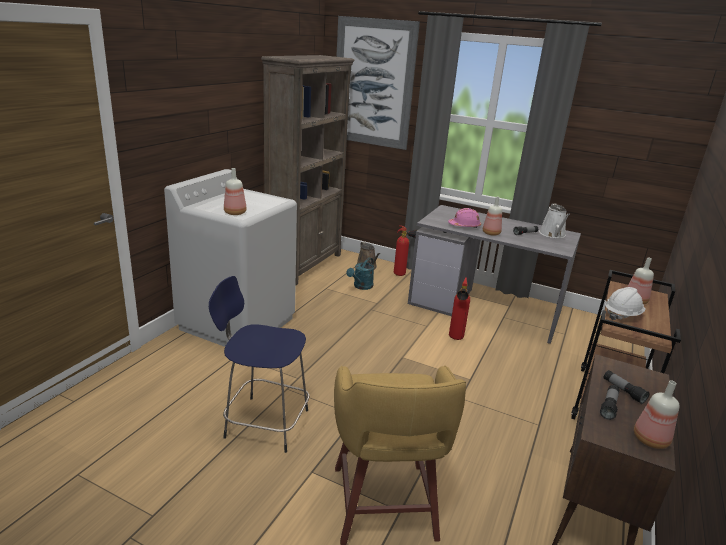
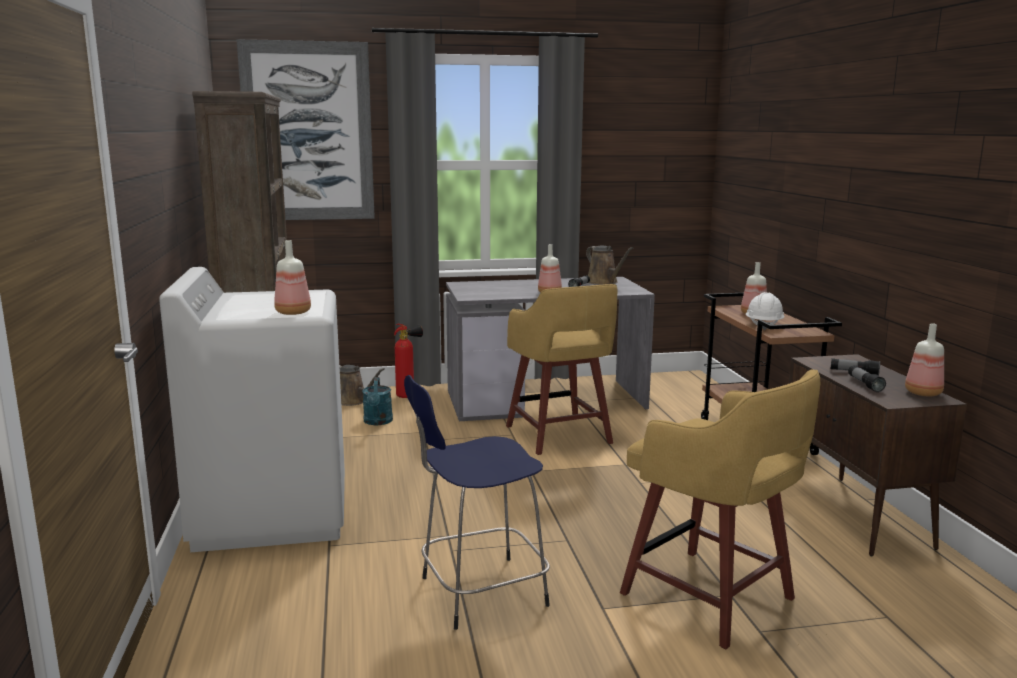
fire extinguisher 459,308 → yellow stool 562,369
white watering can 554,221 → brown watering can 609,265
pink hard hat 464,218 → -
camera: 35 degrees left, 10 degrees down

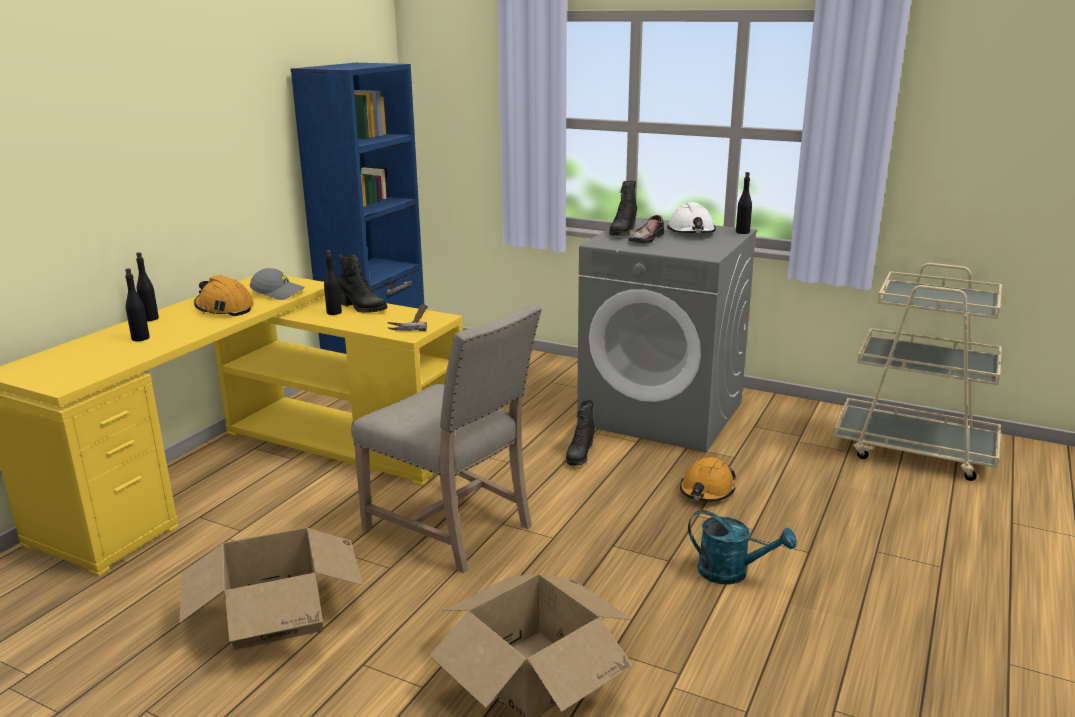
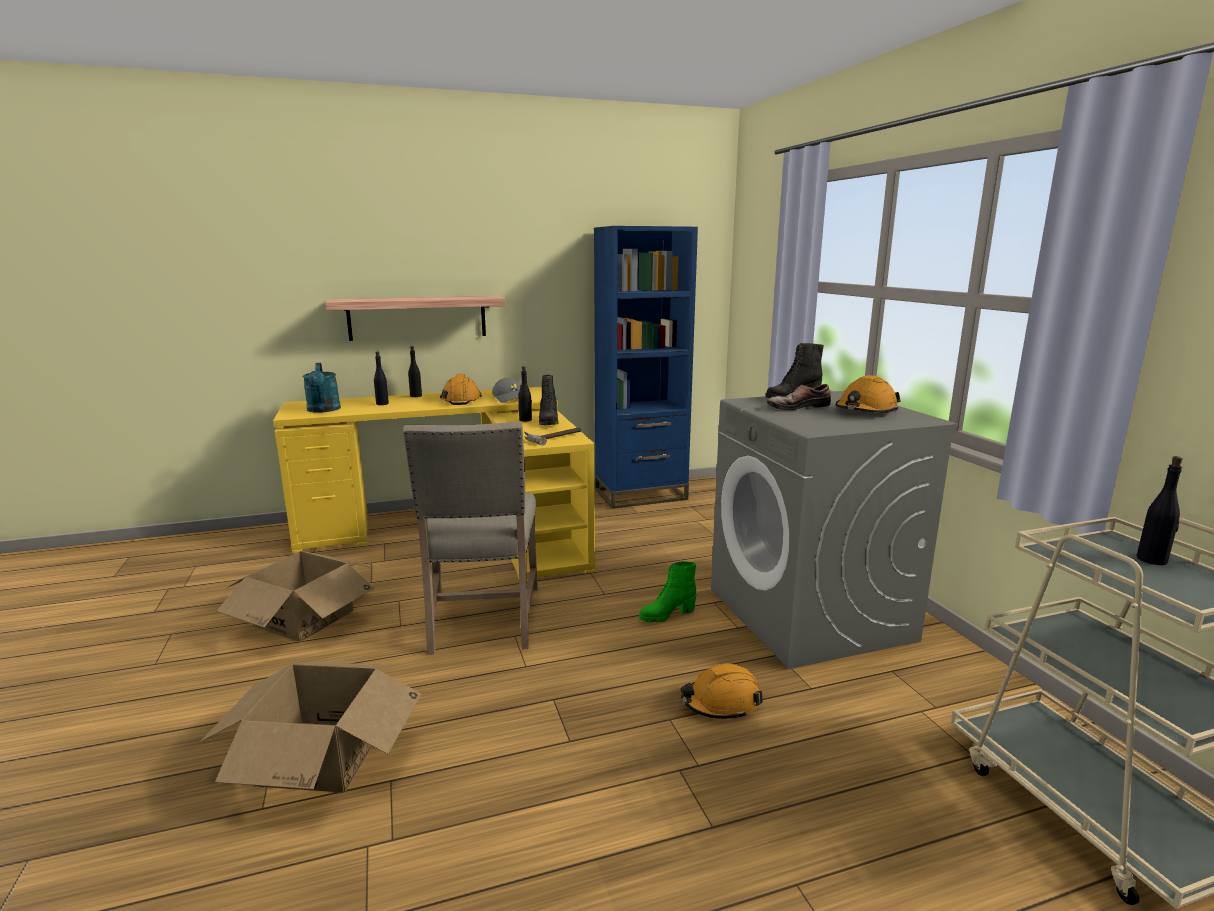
turquoise watering can 742,547 → turquoise watering can 322,388, shifted
- → shelf 415,318
black boot 580,433 → green boot 668,591
white hard hat 691,217 → orange hard hat 868,394
black bottle 744,203 → black bottle 1159,510, shifted
camera: 45 degrees right, 5 degrees down

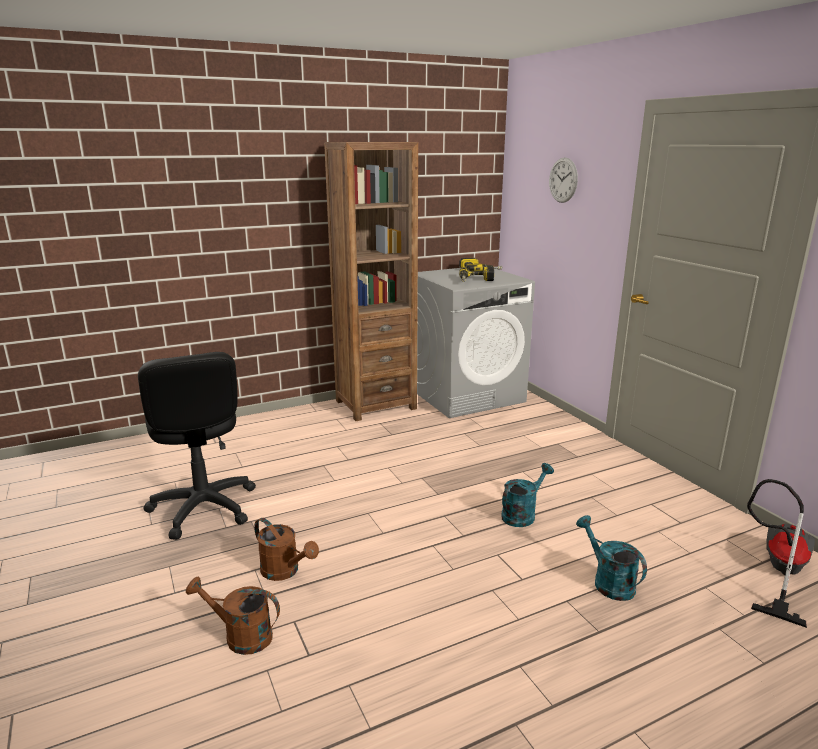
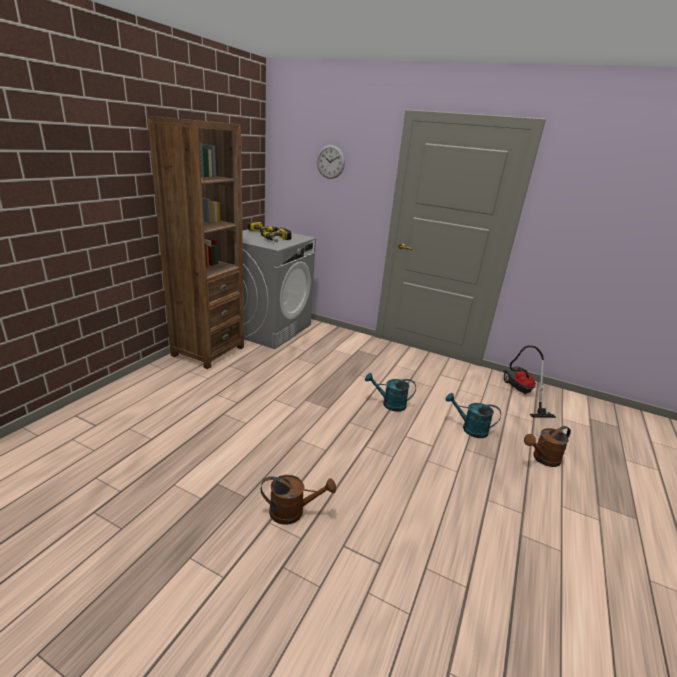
turquoise watering can 527,495 → turquoise watering can 390,392, 90 degrees counterclockwise
brown watering can 233,616 → brown watering can 547,446, shifted
black office chair 197,446 → -
camera: 40 degrees left, 5 degrees up

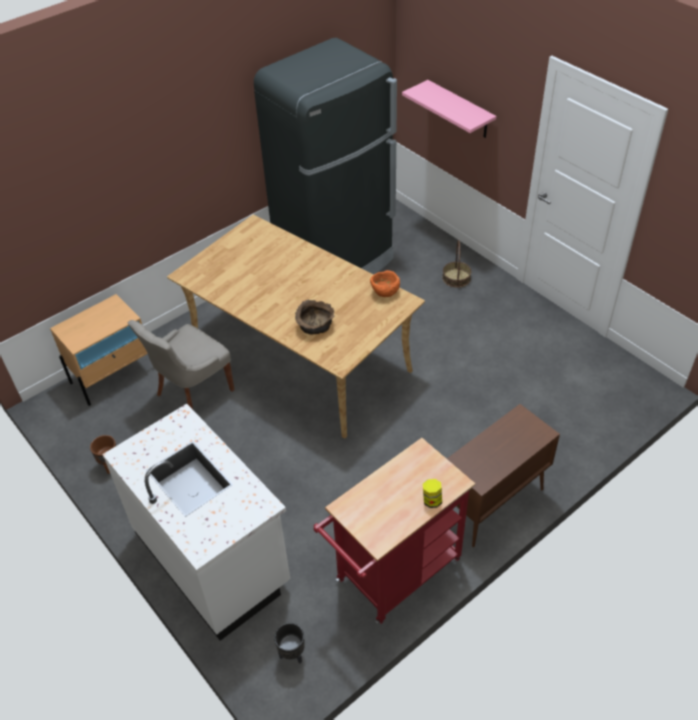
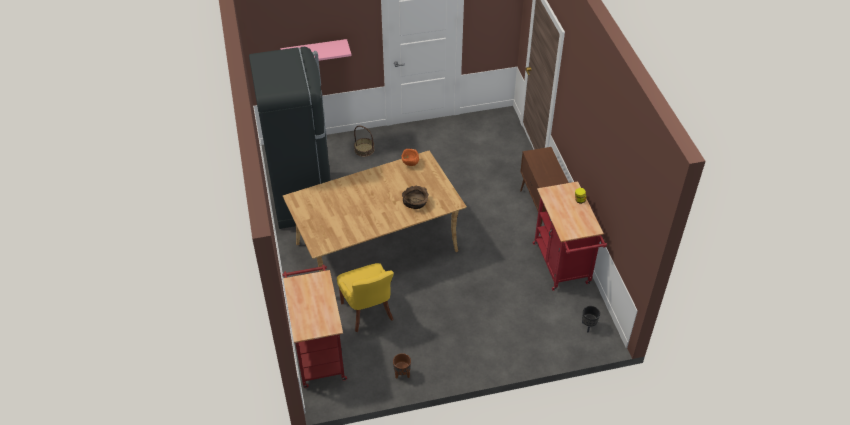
beige nightstand 99,350 → red cart 314,326
grey chair 181,364 → yellow chair 365,297
white counter 196,522 → -
camera: 65 degrees left, 0 degrees up

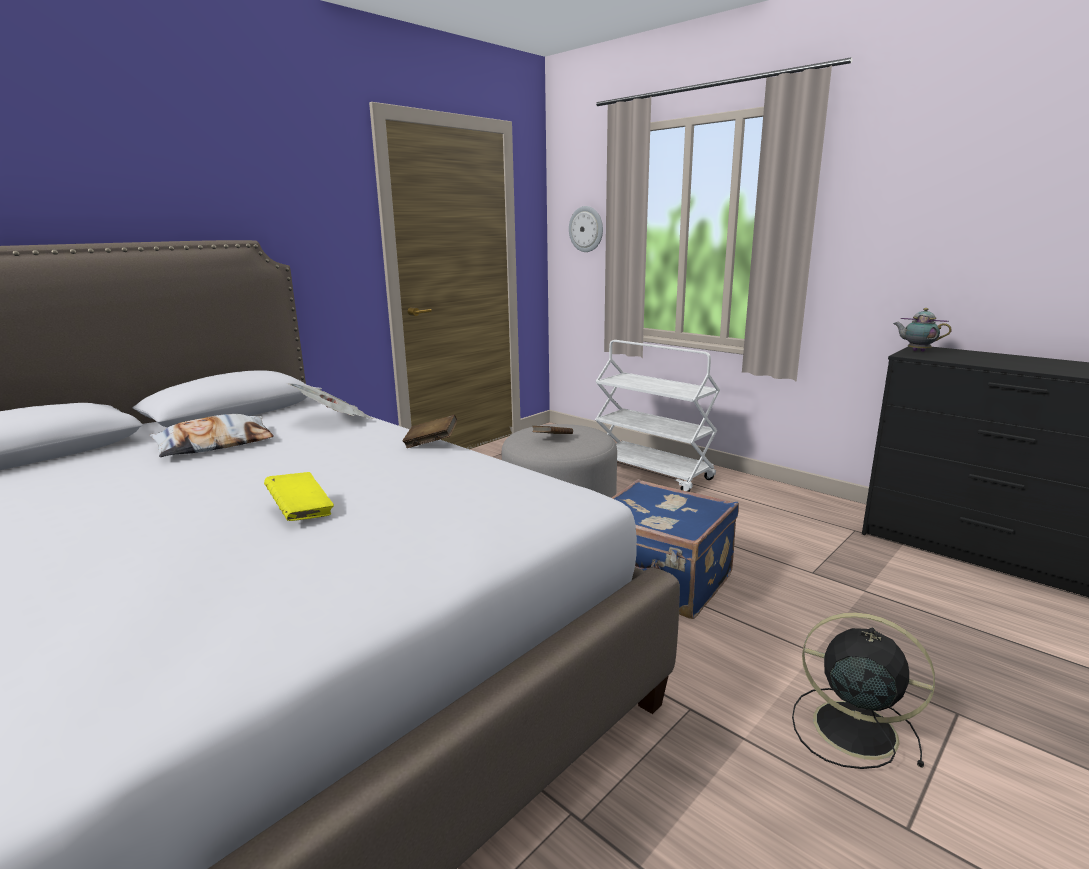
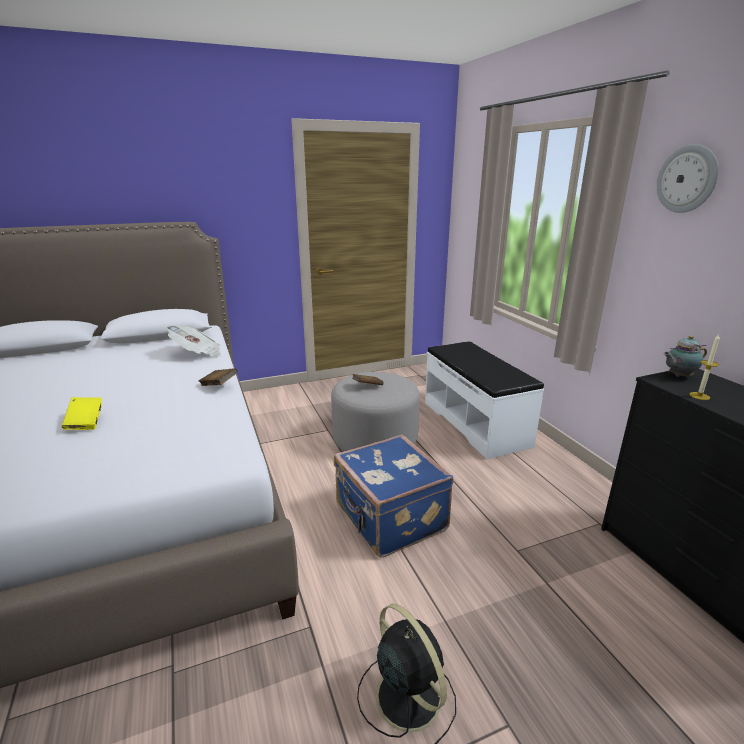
white cart 657,416 → white bench 484,400
wall clock 586,229 → wall clock 687,178, shifted
teapot 922,330 → teapot 685,356, 75 degrees counterclockwise
- → candle 704,367
pillow 211,435 → -
camera: 25 degrees right, 5 degrees up

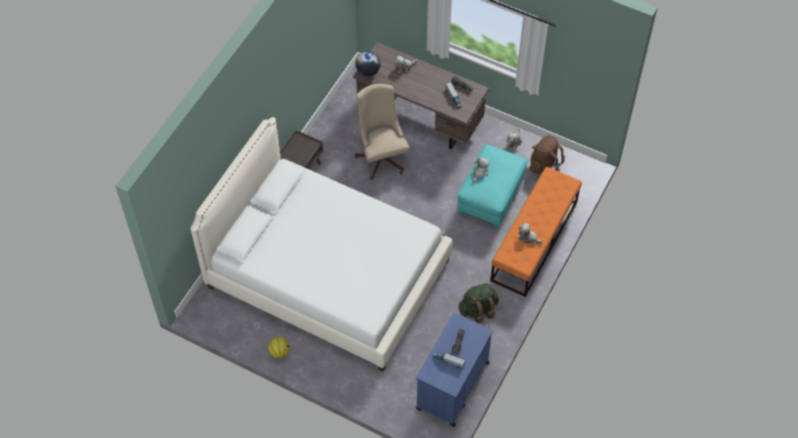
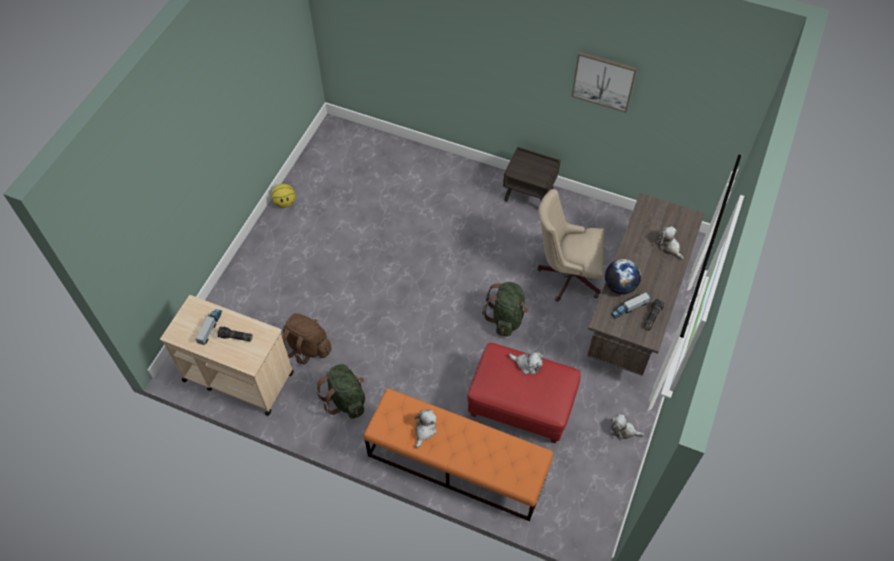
blue cart 454,369 → beige cart 226,355
brown backpack 547,154 → brown backpack 307,339, shifted
turquoise ottoman 492,186 → red ottoman 524,393
- → green backpack 505,309
beige office chair 382,132 → beige office chair 570,245, 150 degrees counterclockwise
- → picture 604,82
globe 367,64 → globe 623,276, shifted
white bed 321,244 → -
camera: 85 degrees right, 0 degrees up

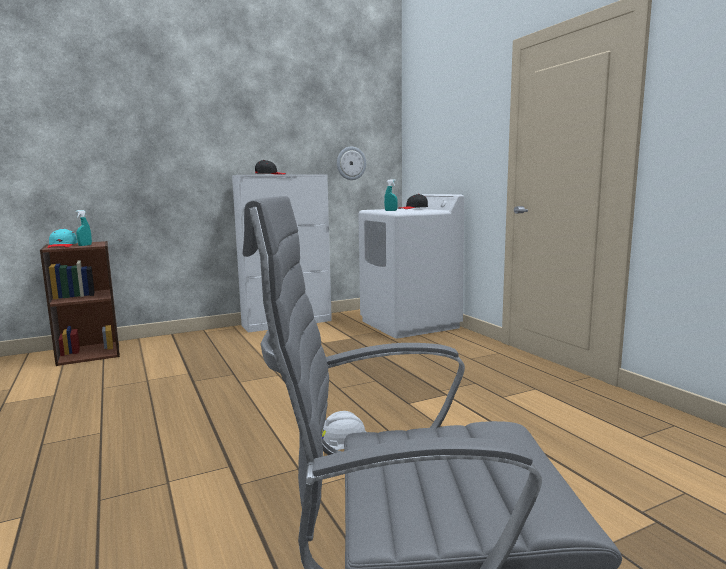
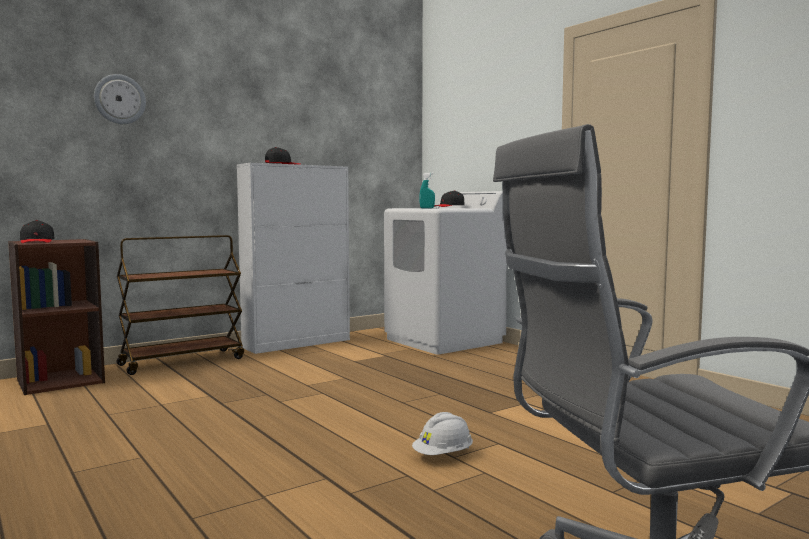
turquoise cap 62,238 → black cap 37,231
wall clock 351,163 → wall clock 120,99, shifted
- → brown cart 180,305
turquoise spray bottle 83,228 → -
camera: 10 degrees left, 5 degrees down

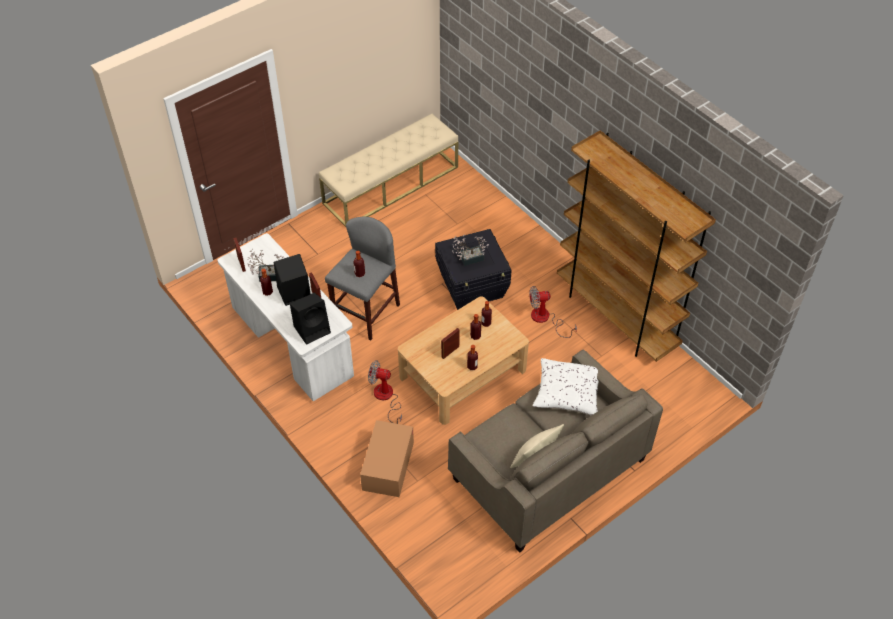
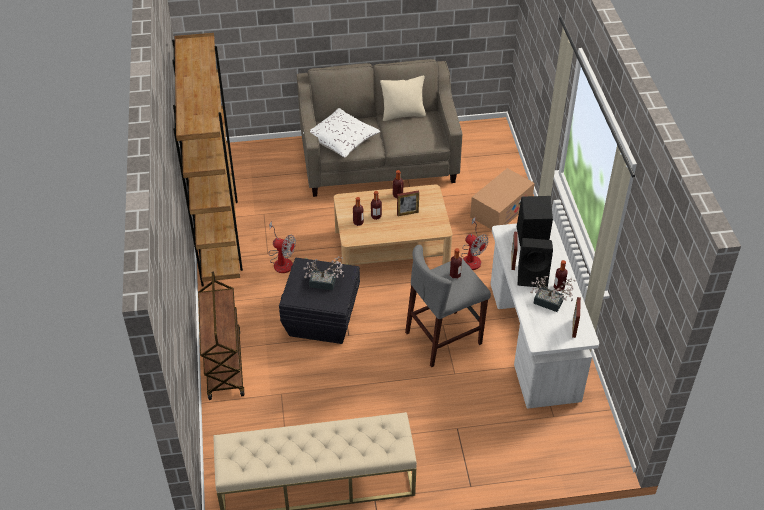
- → brown cart 221,336
camera: 150 degrees left, 5 degrees down

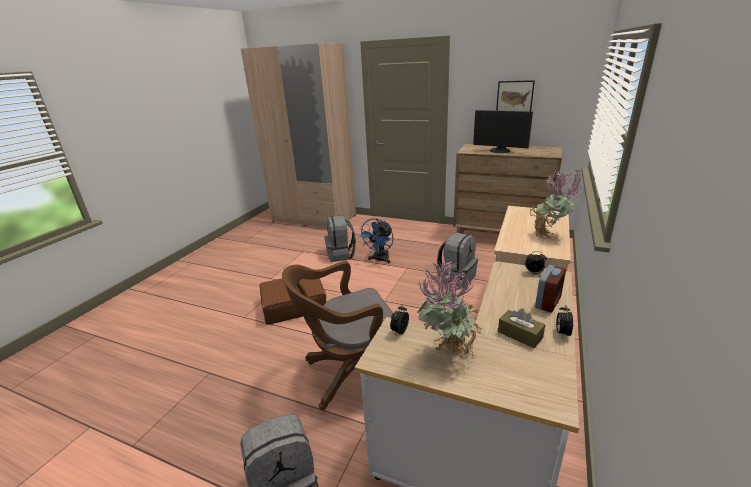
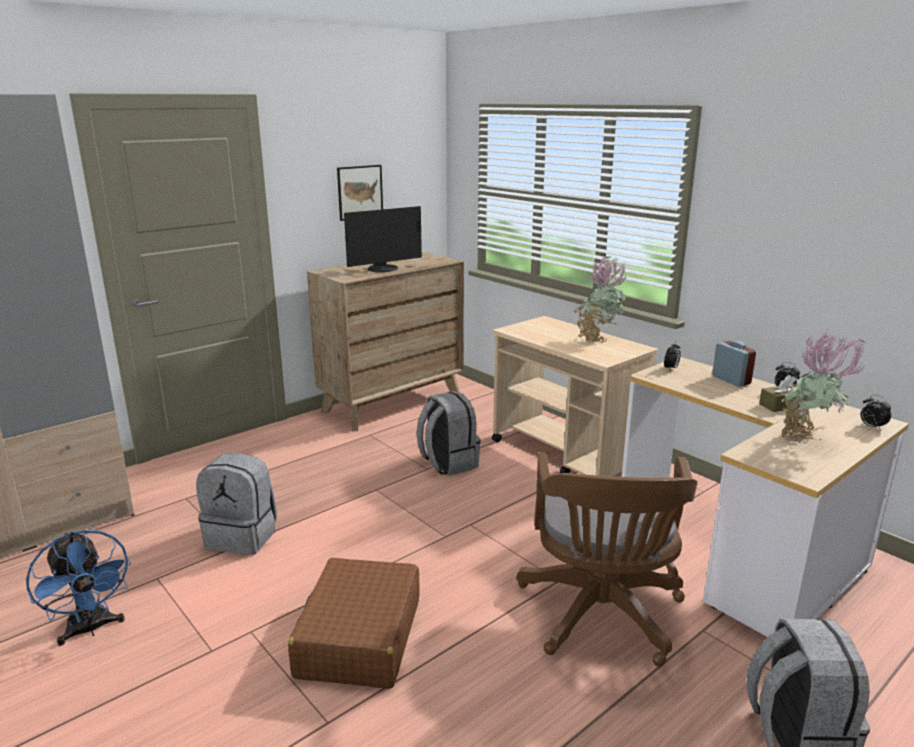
blue fan 375,241 → blue fan 78,588, shifted
alarm clock 399,320 → alarm clock 876,412, shifted
camera: 65 degrees left, 5 degrees down

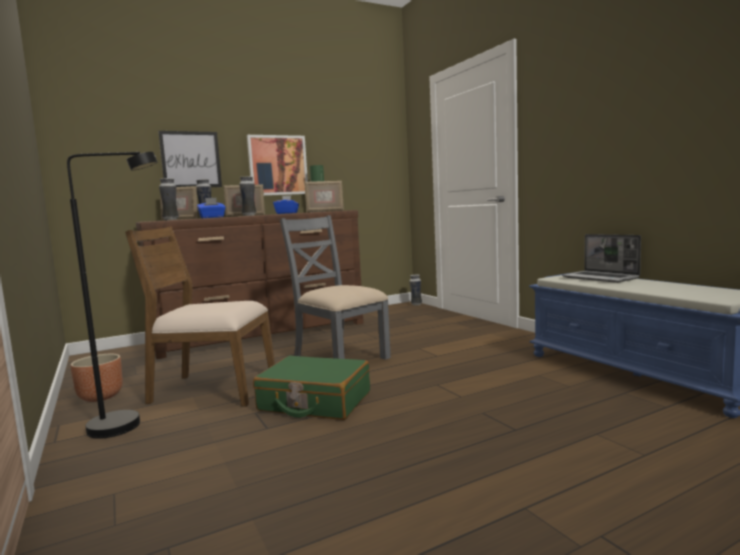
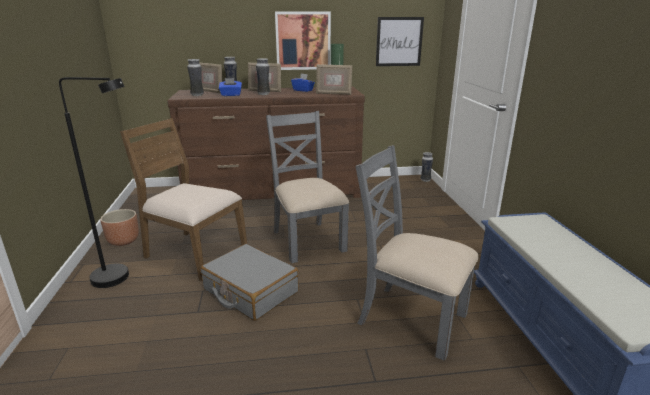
green suitcase 311,387 → grey suitcase 250,282
- → grey chair 417,253
picture 190,159 → picture 400,41, shifted
laptop 601,258 → -
camera: 20 degrees right, 15 degrees up

